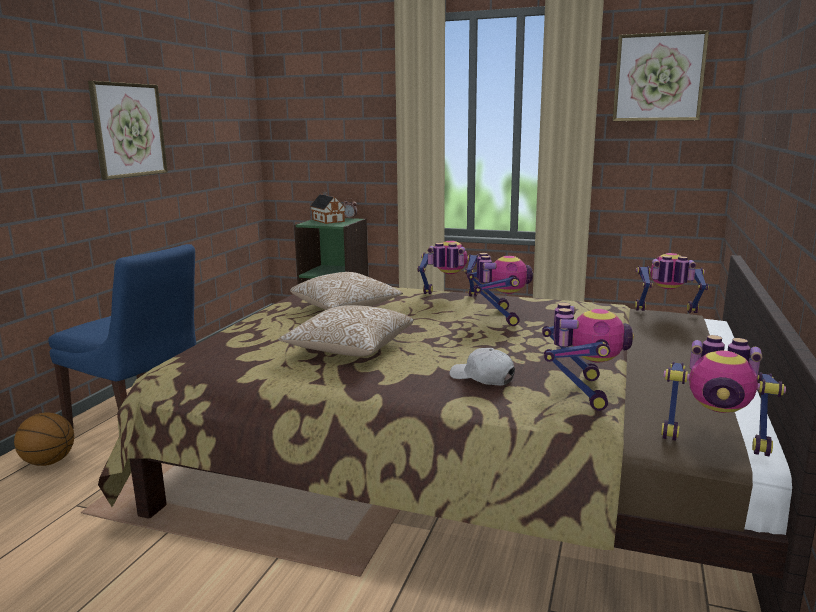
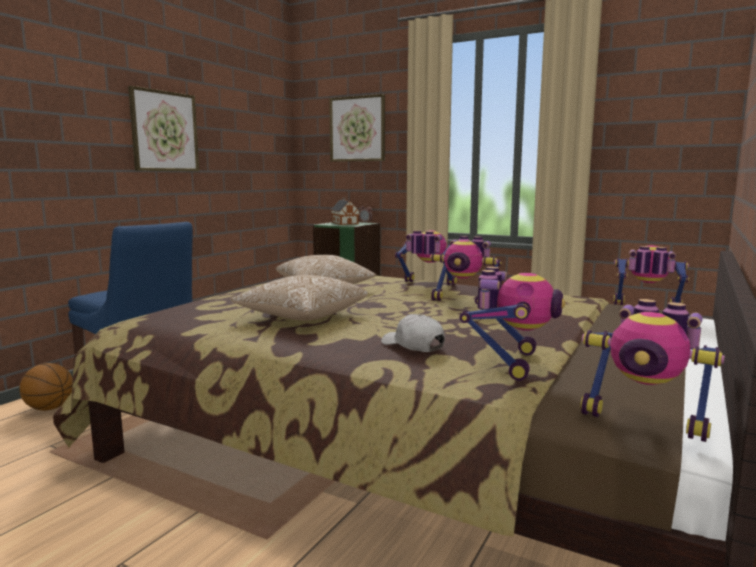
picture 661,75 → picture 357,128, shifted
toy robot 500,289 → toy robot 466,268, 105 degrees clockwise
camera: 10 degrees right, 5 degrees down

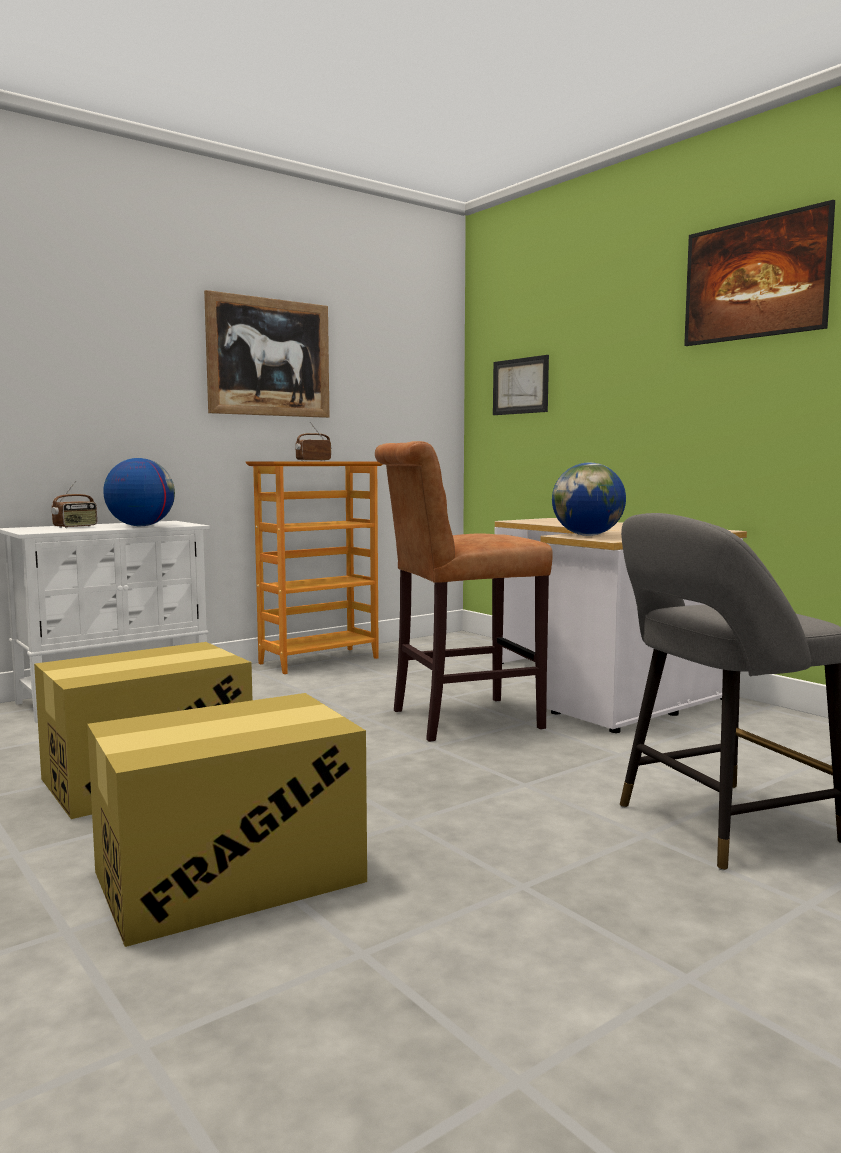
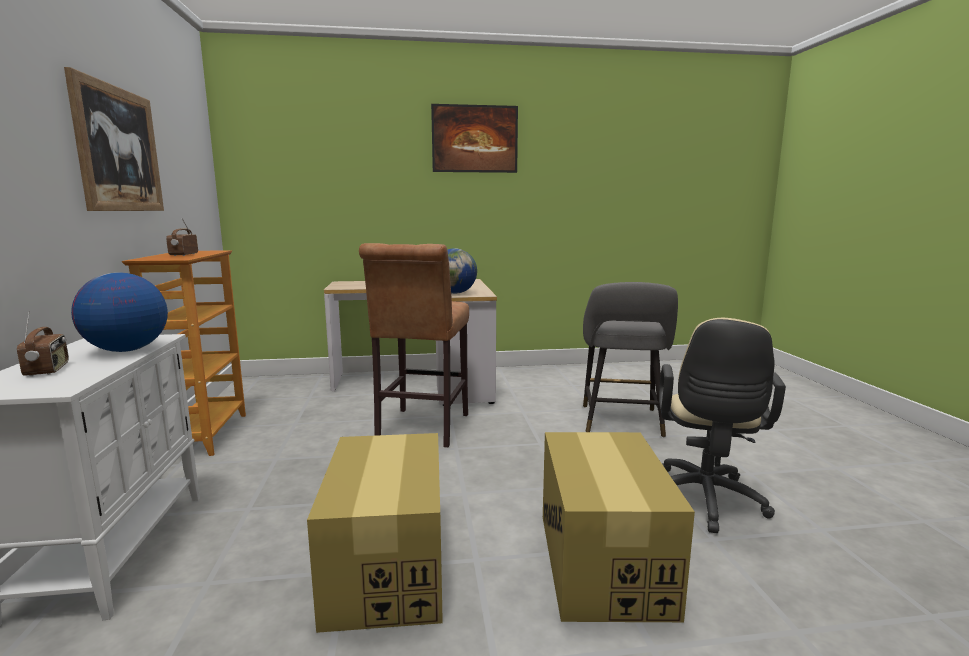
- → beige office chair 722,425
picture 521,385 → -
camera: 60 degrees left, 5 degrees up

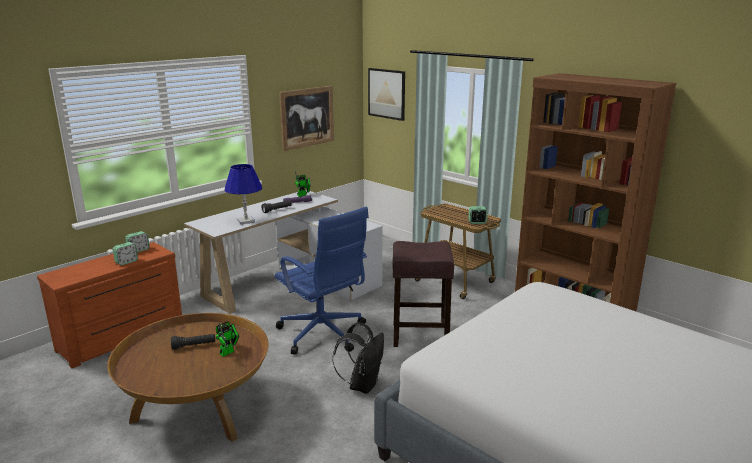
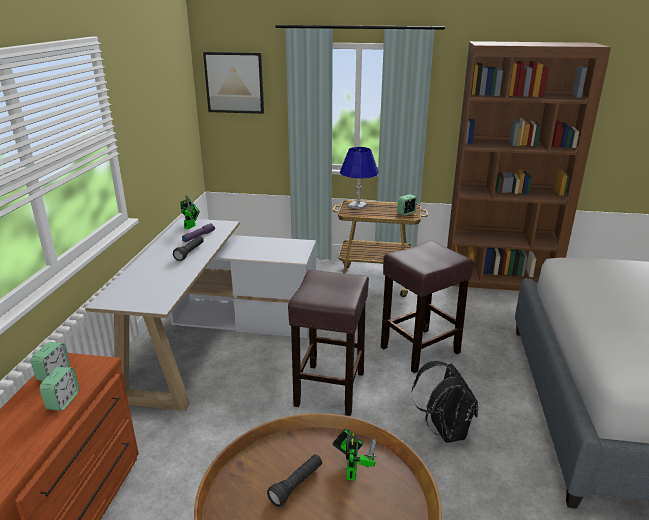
blue office chair 322,281 → brown stool 328,343
blue table lamp 243,194 → blue table lamp 359,178, shifted
picture 306,118 → -
camera: 35 degrees left, 5 degrees up

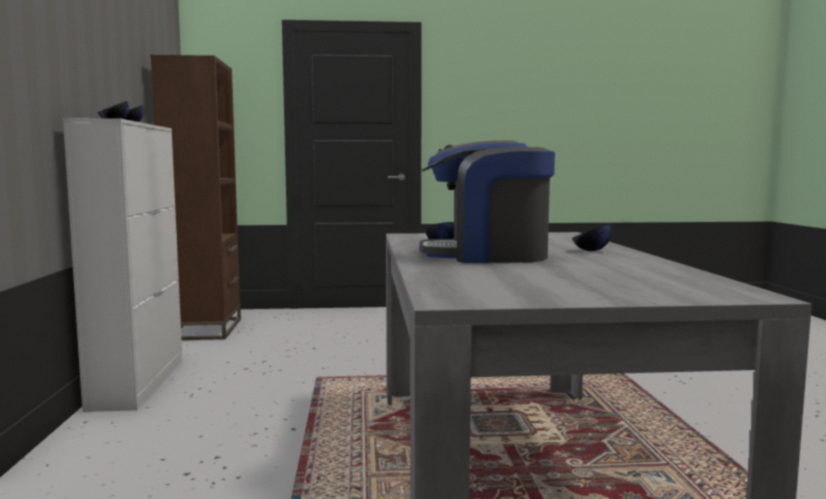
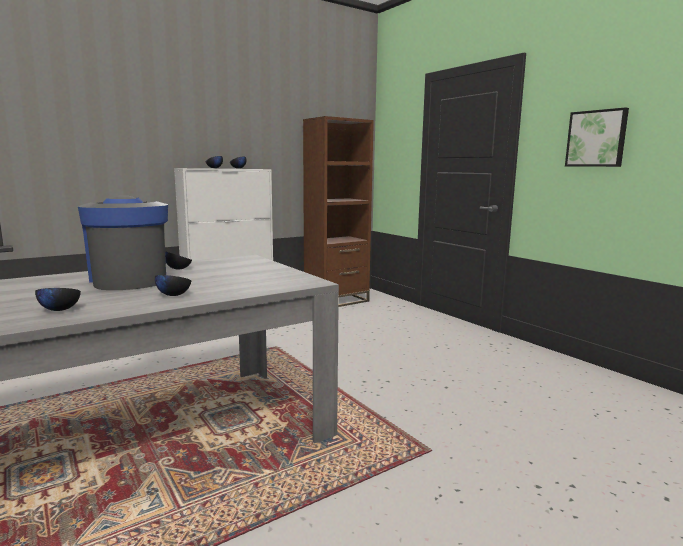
- → black bowl 58,299
- → picture 597,137
camera: 60 degrees right, 5 degrees up

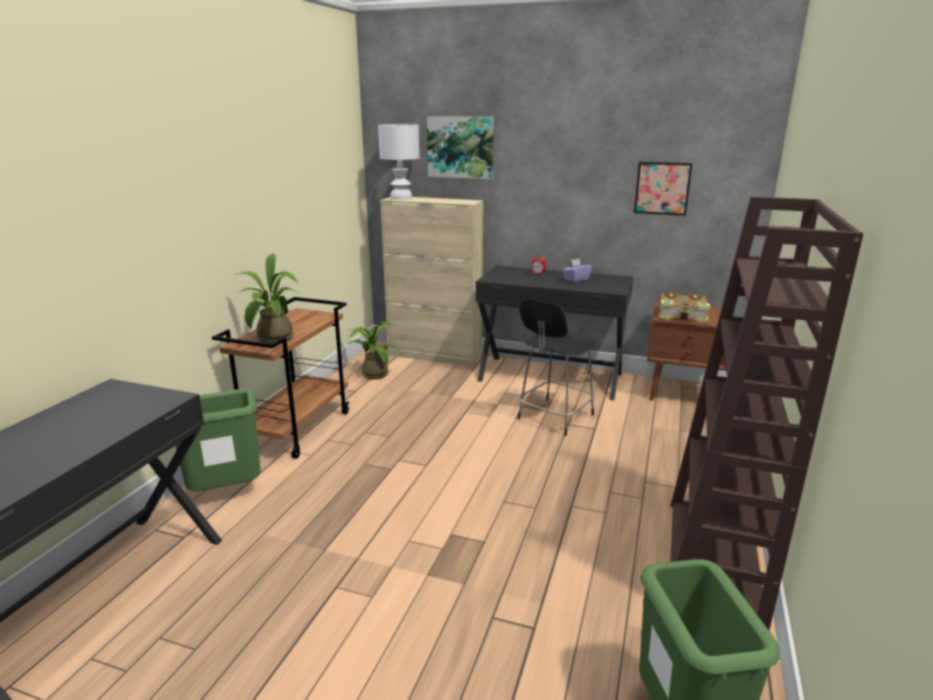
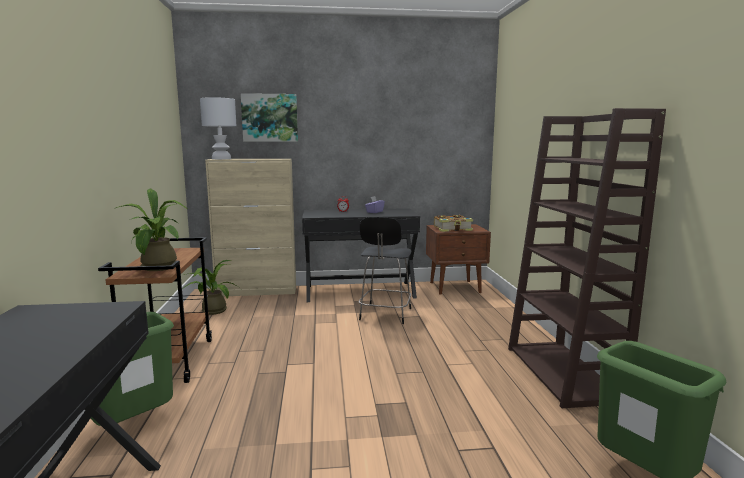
picture 663,189 → -
camera: 25 degrees left, 10 degrees down

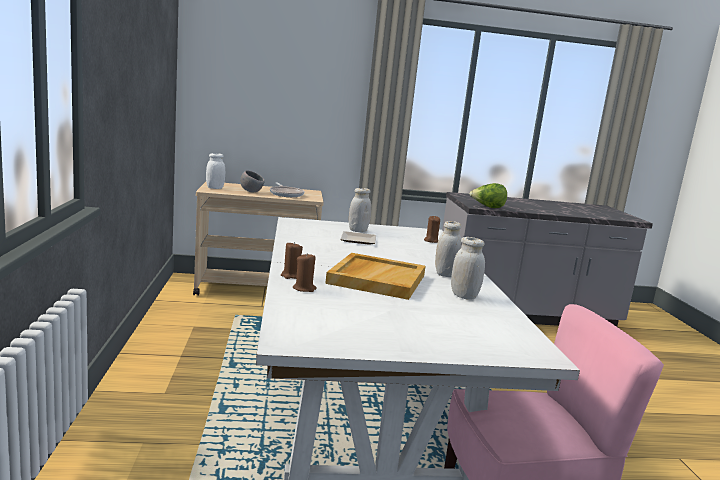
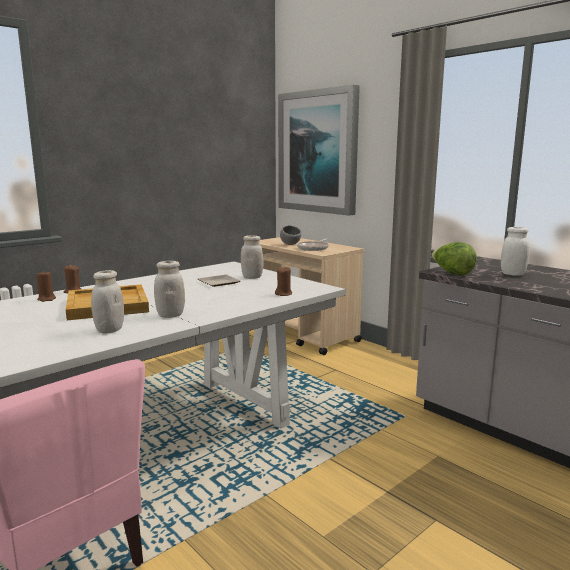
- → picture 319,150
white jar 215,171 → white jar 515,251, shifted
camera: 55 degrees right, 0 degrees up

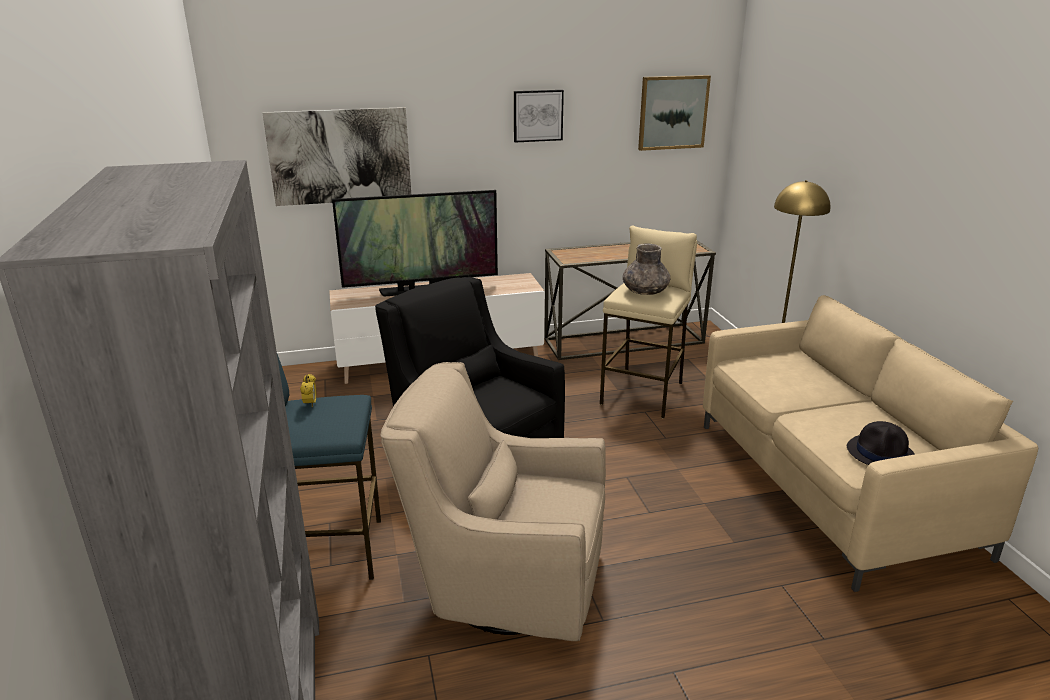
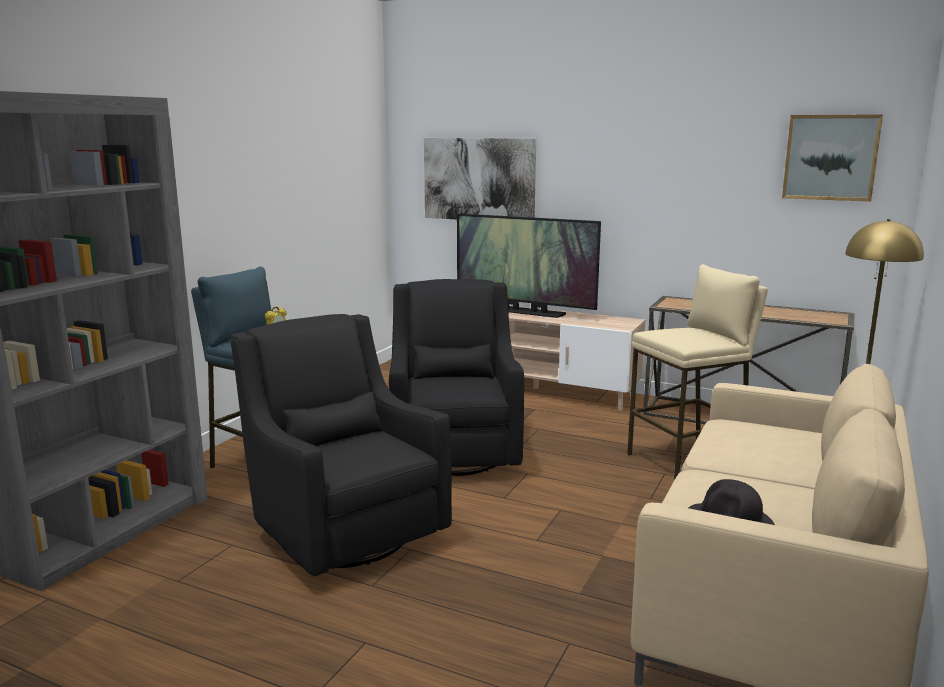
beige armchair 493,501 → black armchair 341,445
picture 539,116 → -
grey vase 647,269 → -
camera: 40 degrees right, 10 degrees down

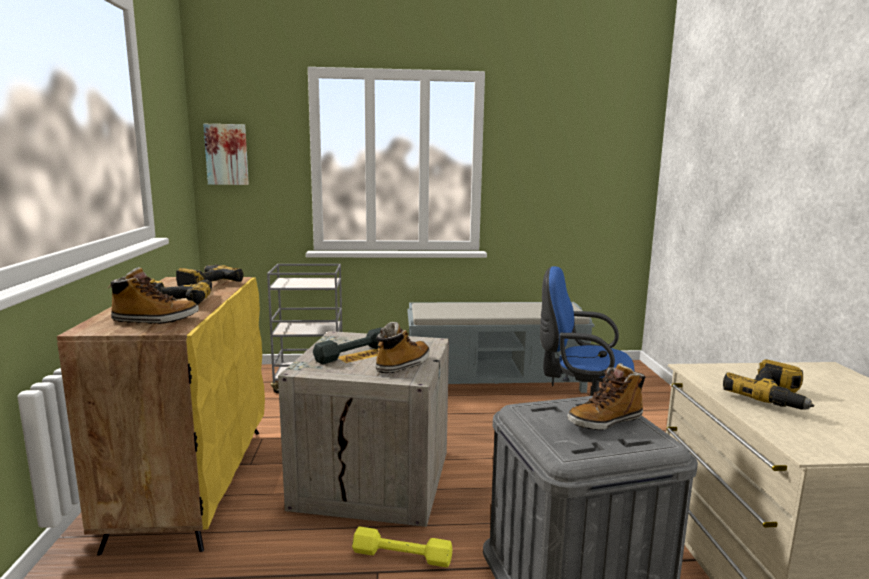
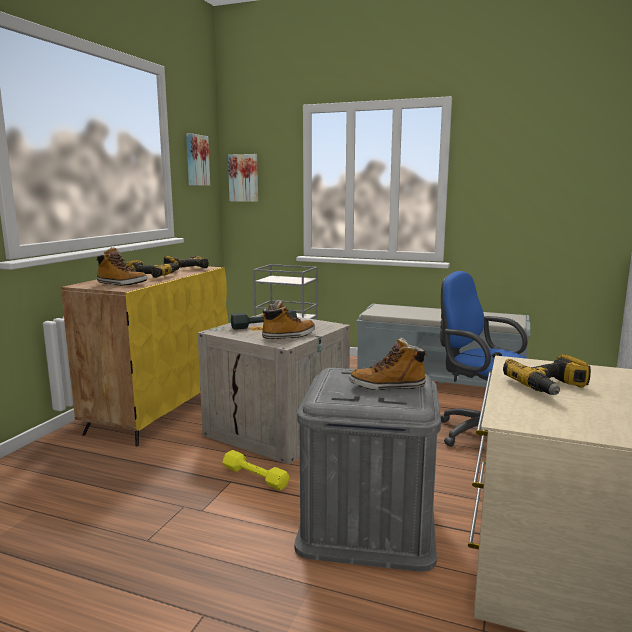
- → picture 198,159
camera: 25 degrees right, 0 degrees up

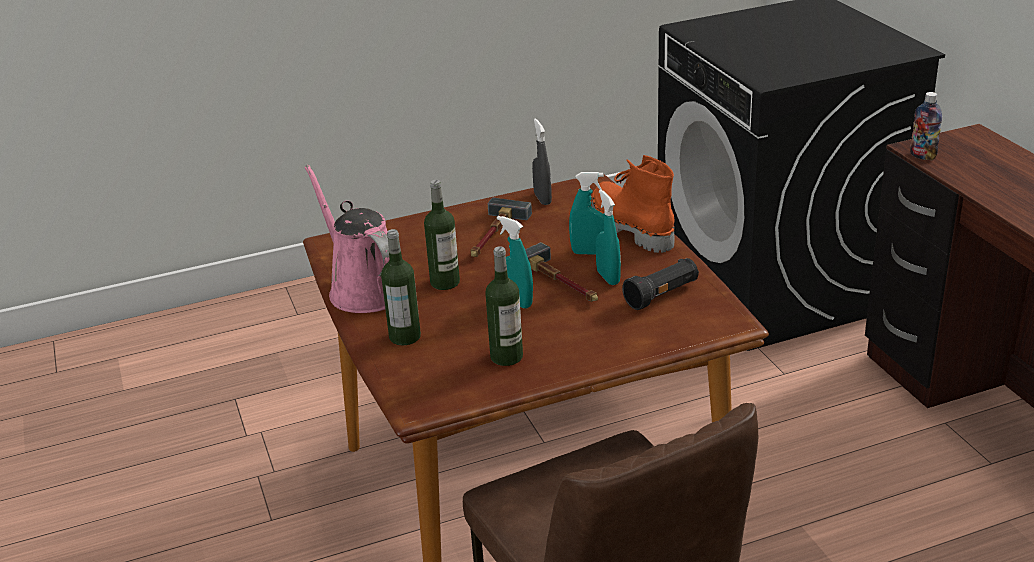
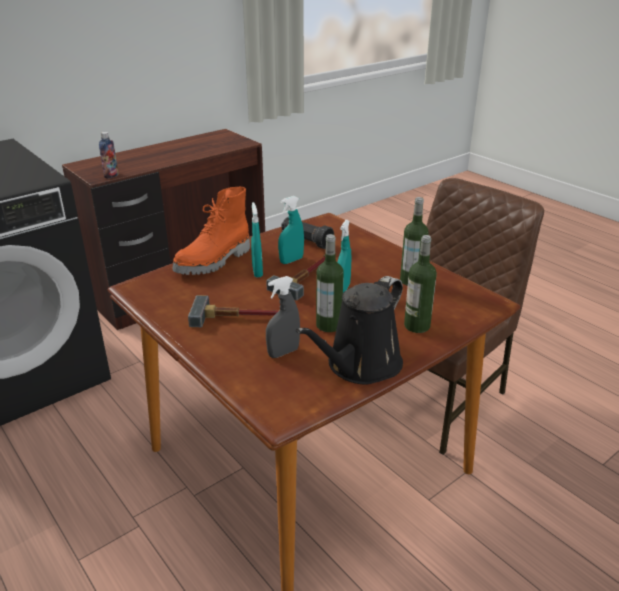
grey spray bottle 542,161 → grey spray bottle 283,317, shifted
pink watering can 347,239 → black watering can 349,330
camera: 110 degrees left, 0 degrees up

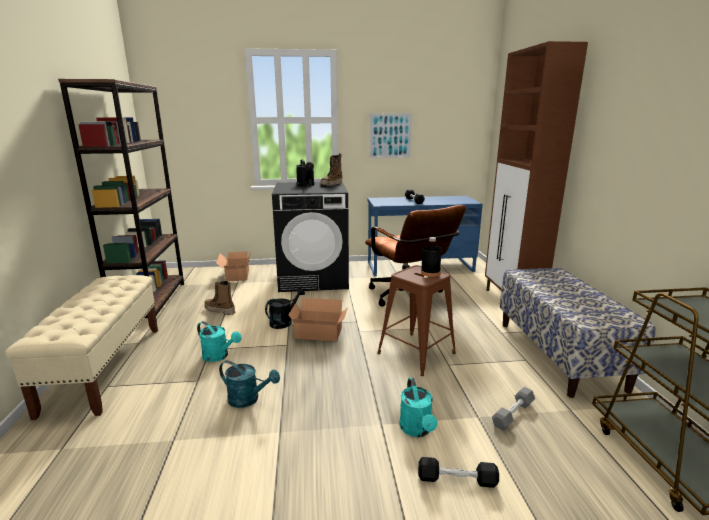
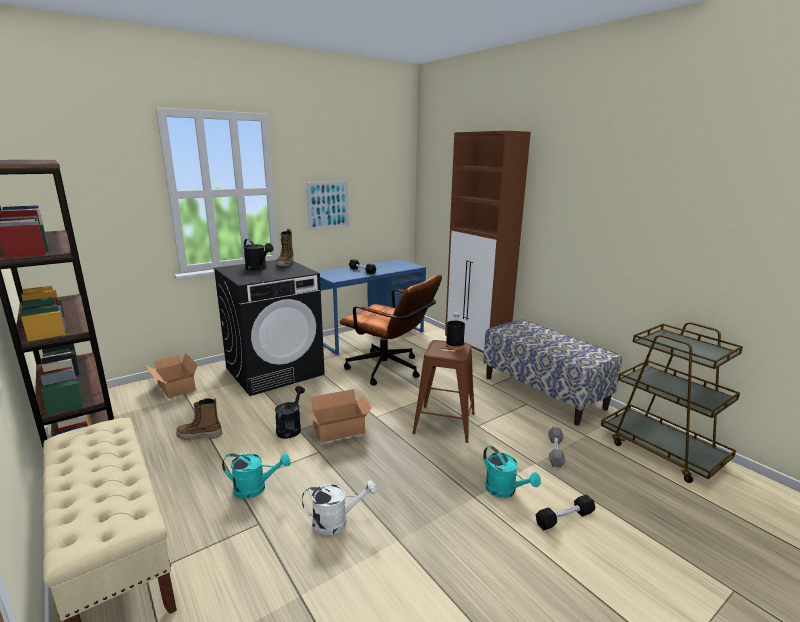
turquoise watering can 249,384 → white watering can 339,507
camera: 30 degrees left, 0 degrees up

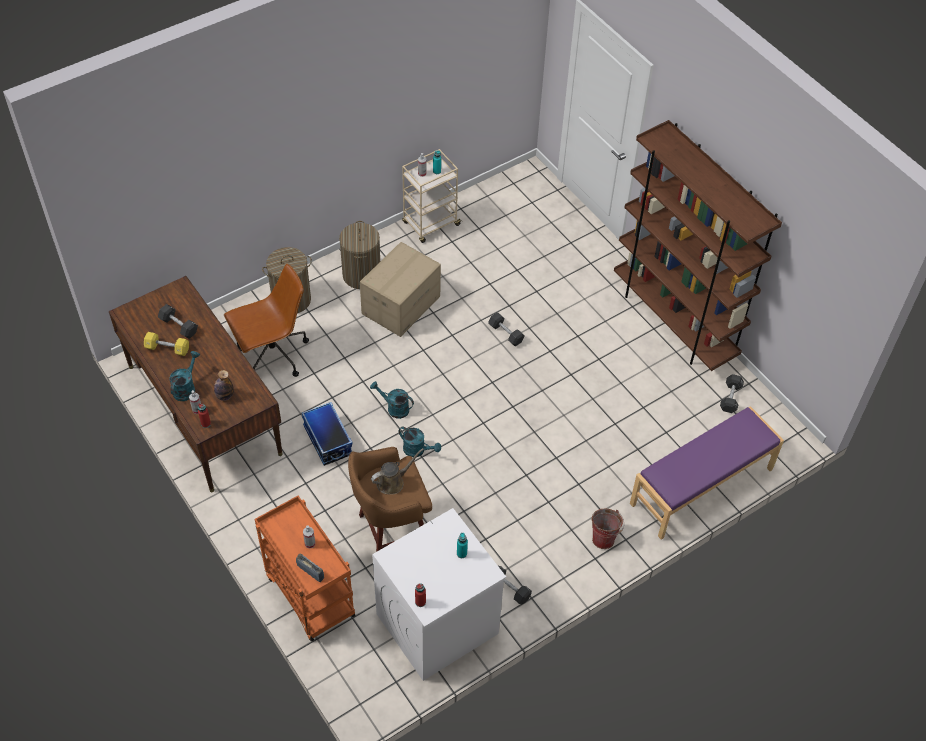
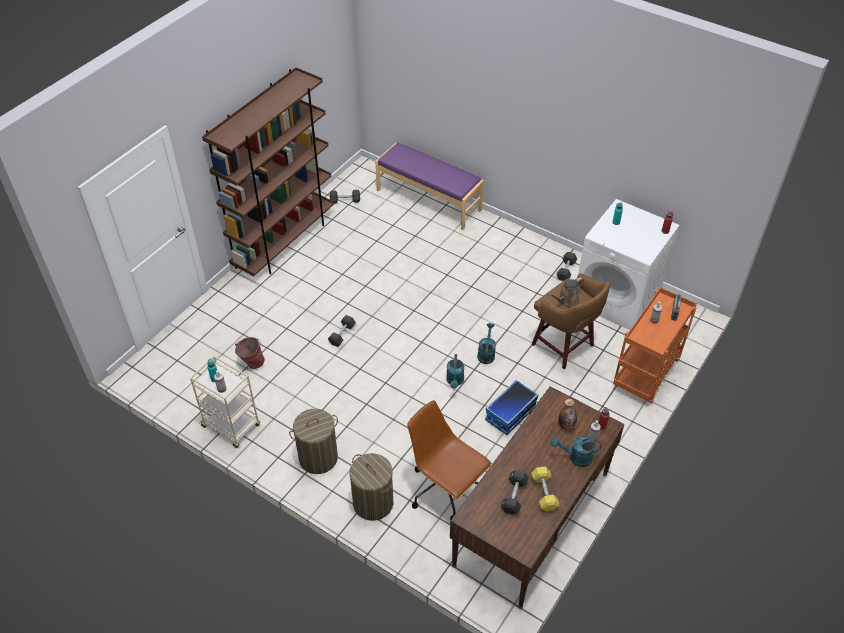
bucket 608,528 → bucket 250,353, shifted
brown watering can 397,471 → brown watering can 566,292, 75 degrees counterclockwise
cardboard box 400,289 → -
camera: 110 degrees left, 5 degrees down

